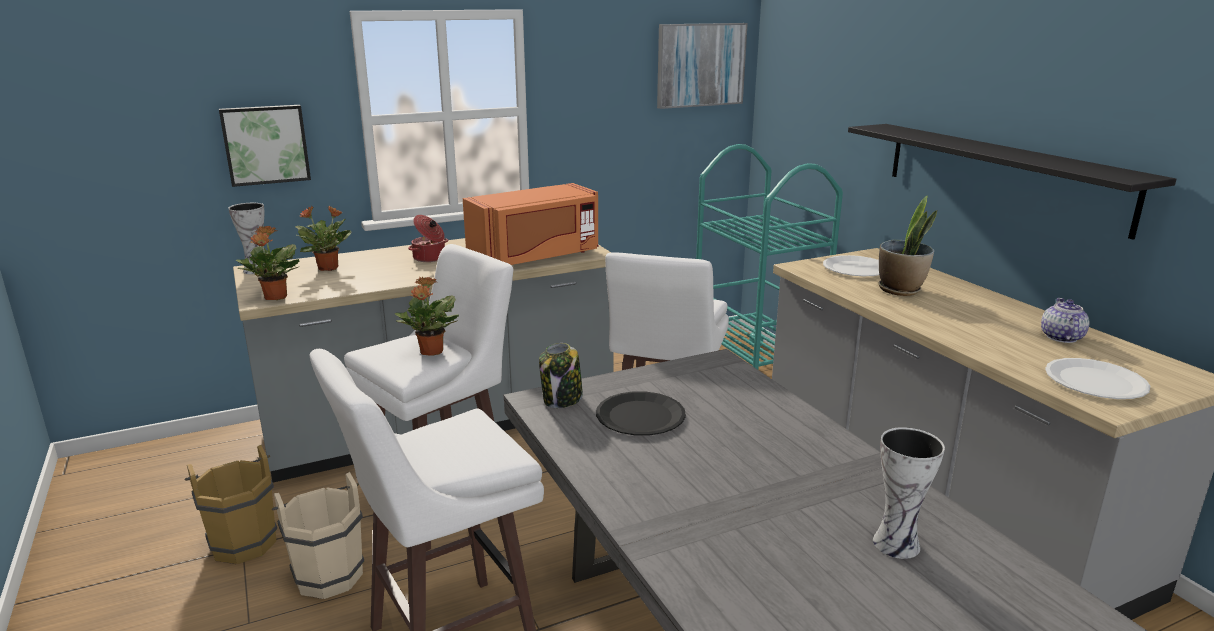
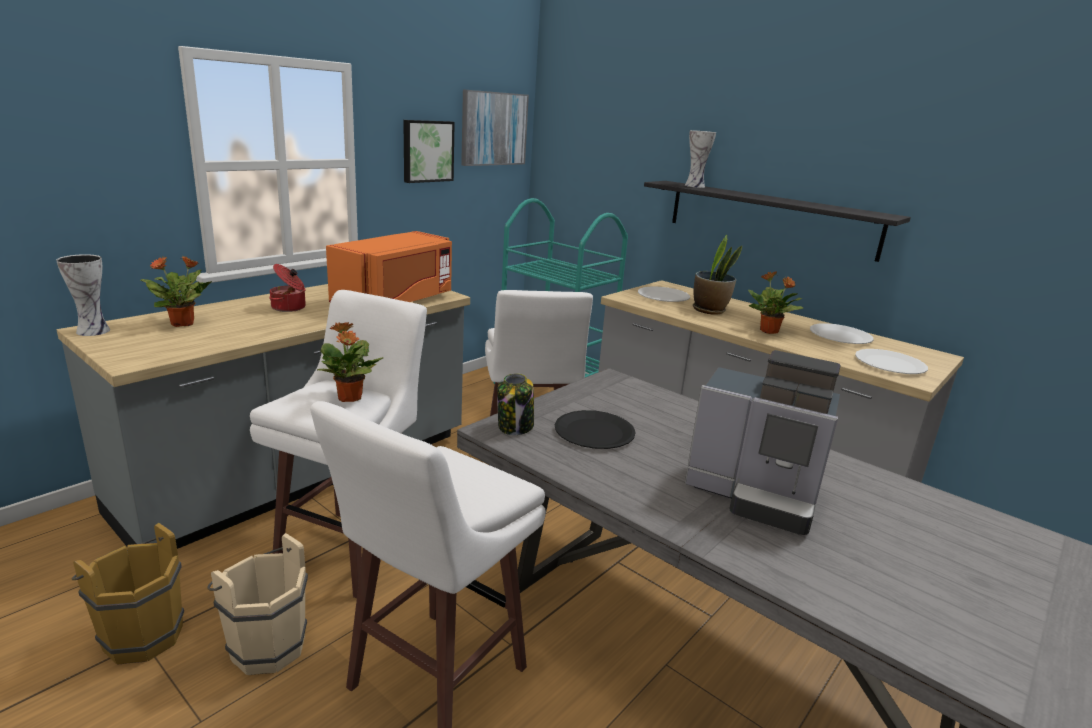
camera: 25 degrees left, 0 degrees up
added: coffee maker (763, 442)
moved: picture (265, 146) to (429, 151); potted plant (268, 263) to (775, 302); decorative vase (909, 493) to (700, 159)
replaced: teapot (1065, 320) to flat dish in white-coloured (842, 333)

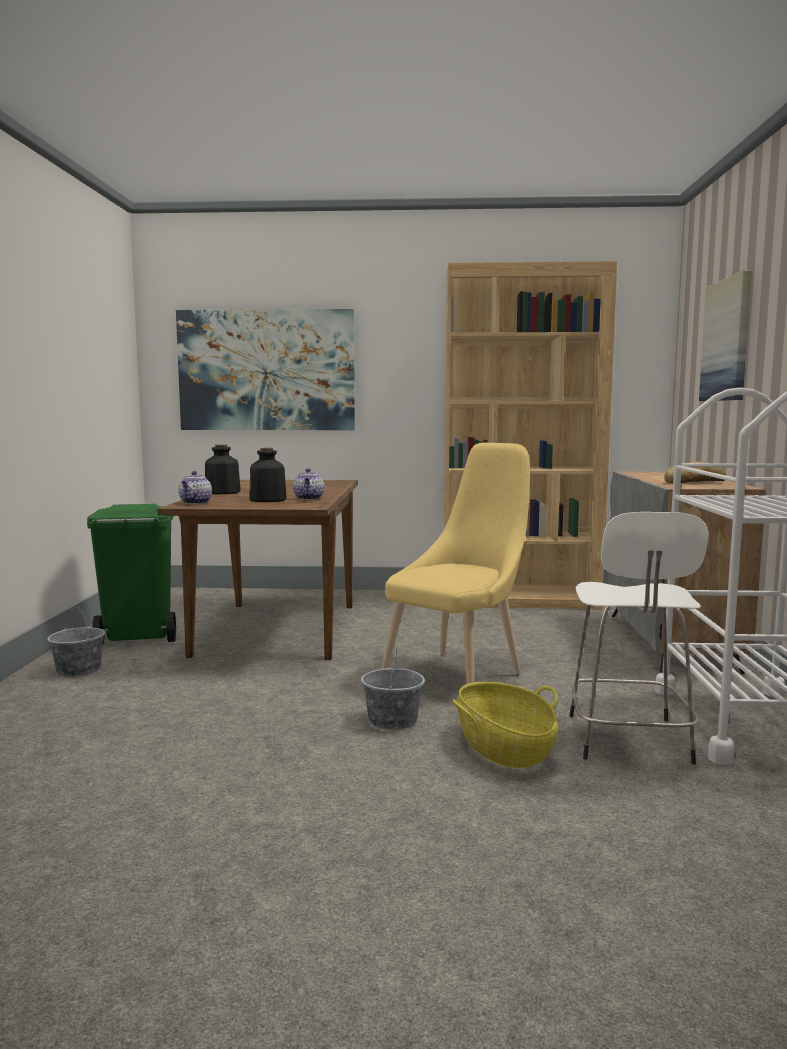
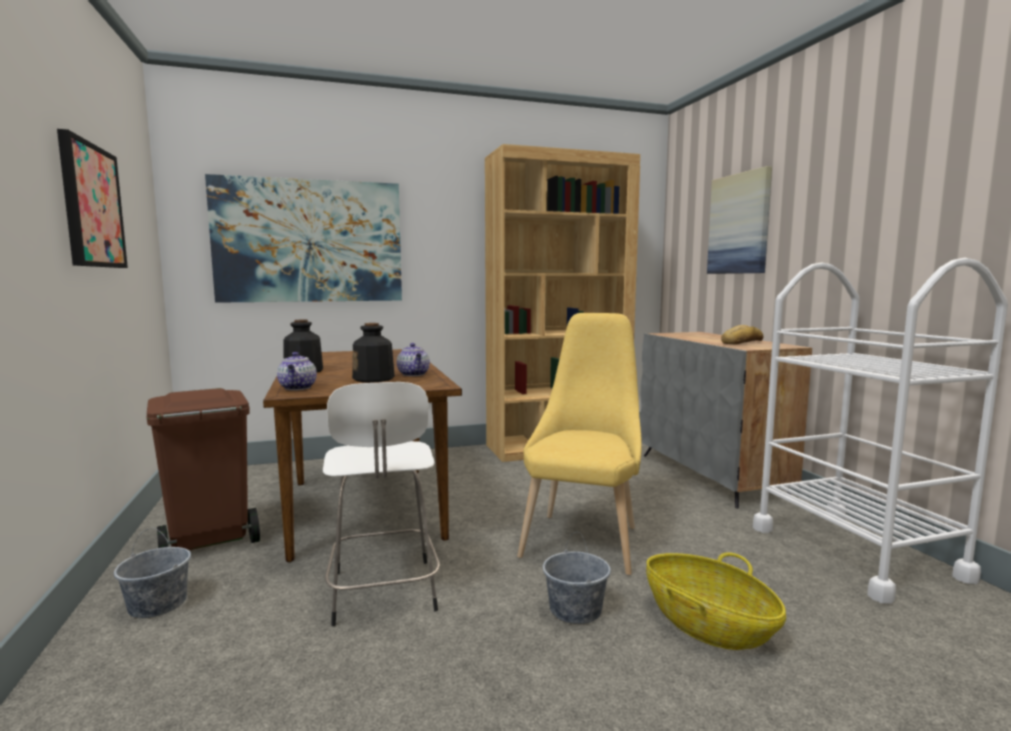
camera: 20 degrees left, 0 degrees up
added: picture (92, 198)
moved: sitting stool in white-coloured (639, 638) to (381, 504)
recoloured: rubbish bin in greenish (131, 575) to rubbish bin in brownish (203, 469)

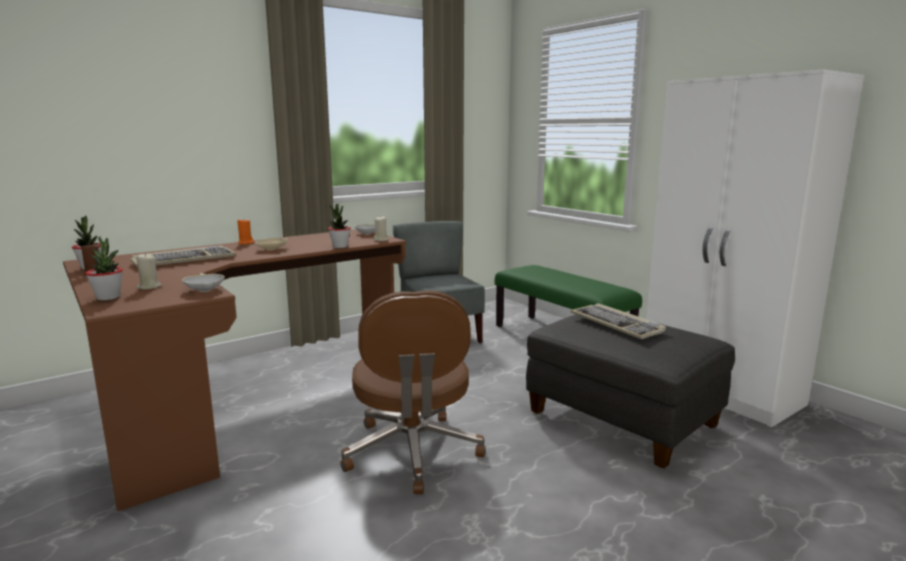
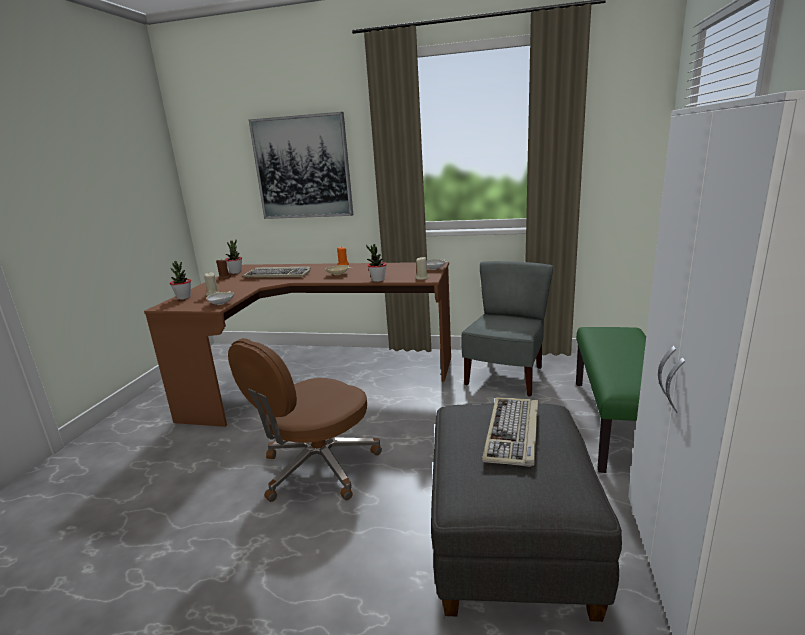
camera: 50 degrees right, 5 degrees up
added: picture (301, 165)

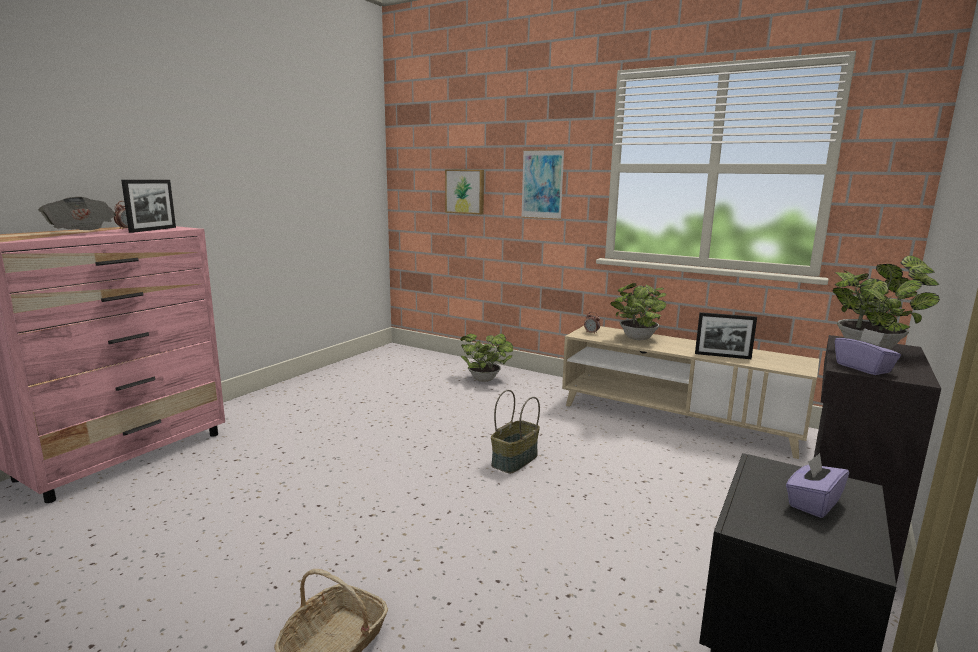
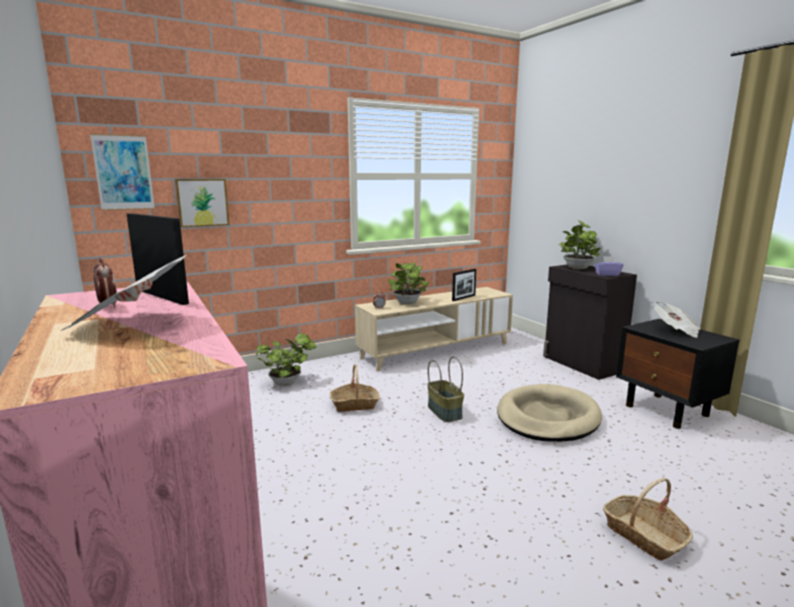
camera: 60 degrees left, 0 degrees up
added: household basket (355, 388); dog cushion in sand-coloured (549, 413)
moved: picture (542, 184) to (122, 172)
replaced: box of tissues in purplish (817, 485) to newspaper (677, 319)

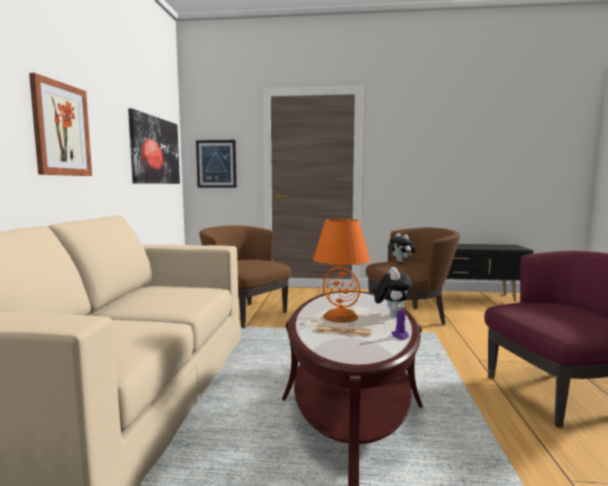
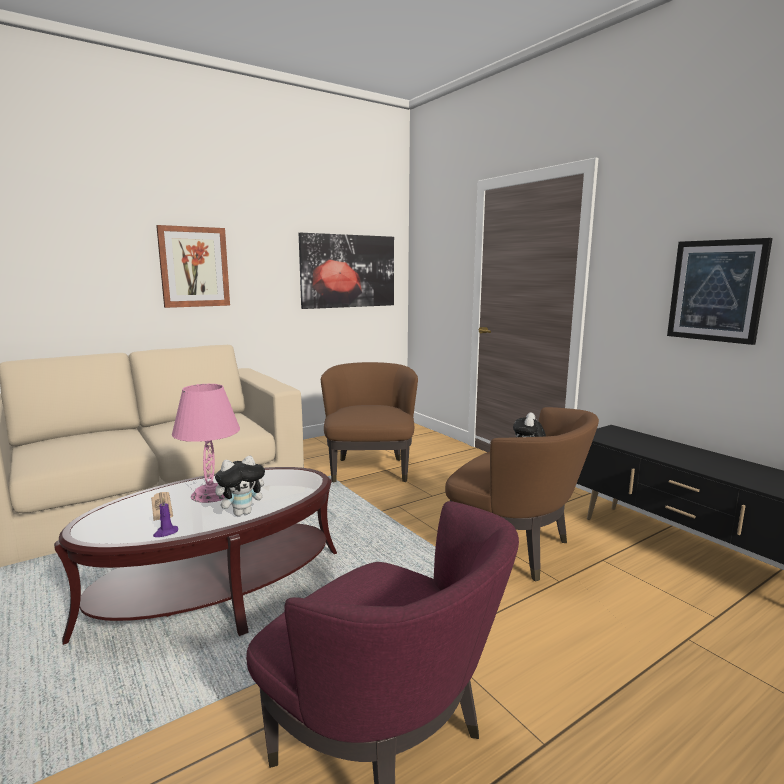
camera: 50 degrees right, 5 degrees up
moved: picture (216, 164) to (720, 291)
recoloured: tabletop lamp in orange (341, 271) to tabletop lamp in pink-coloured (206, 443)

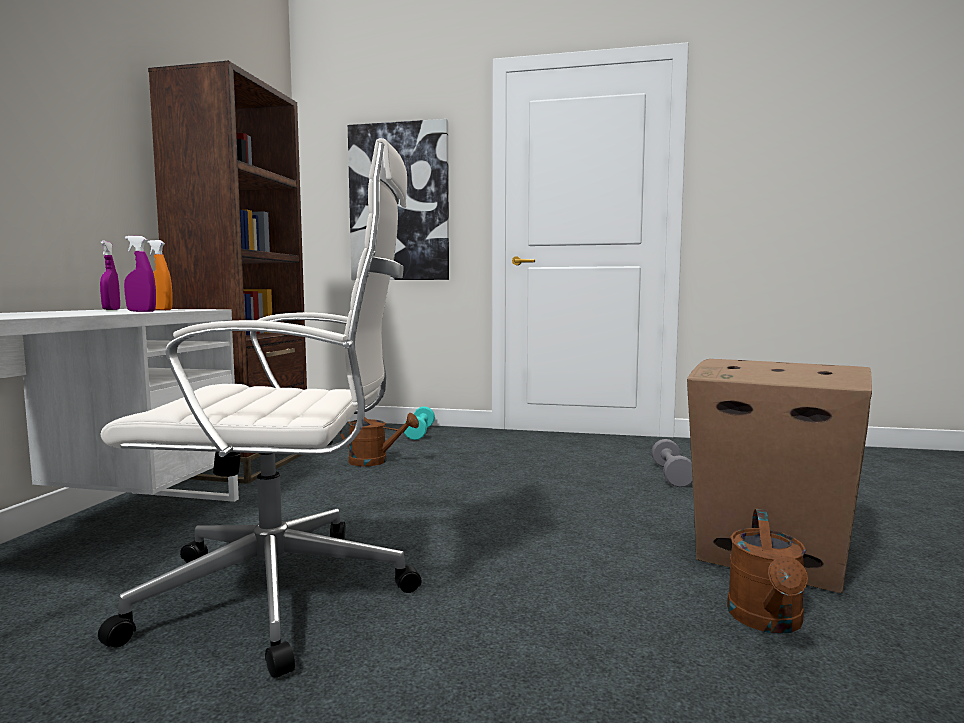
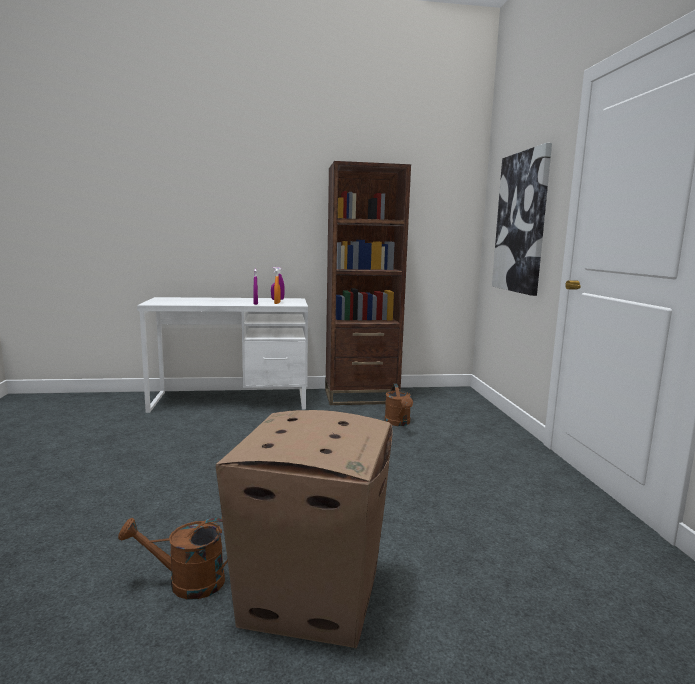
camera: 70 degrees right, 5 degrees up
removed: computer chair in white-coloured (260, 408); dumbbell in turquoise-coloured (419, 423); dumbbell in grey (672, 463)

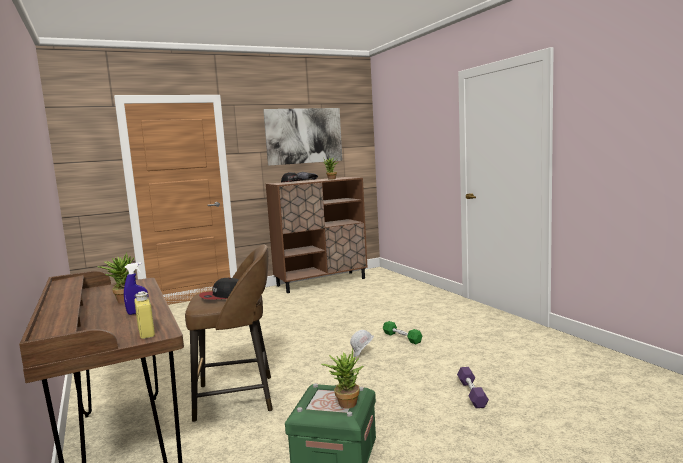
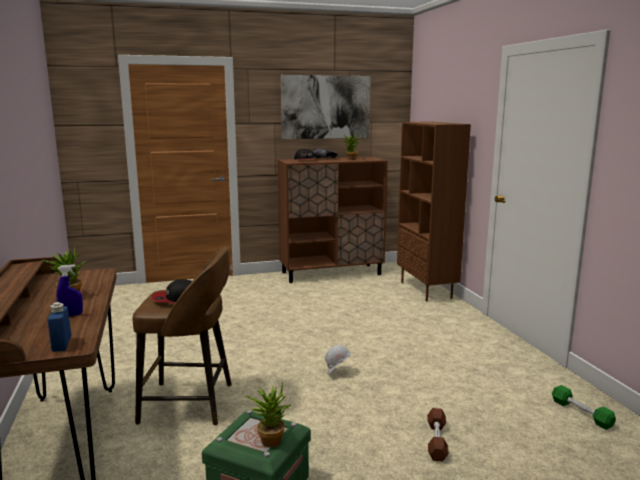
camera: 10 degrees right, 5 degrees up
added: bookshelf in brownish (434, 211)
moved: dumbbell in greenish (402, 332) to (584, 407)
recoloured: beverage bottle in yellow (144, 315) to beverage bottle in blue-coloured (59, 327); dumbbell in purplish (473, 387) to dumbbell in brownish (438, 435)

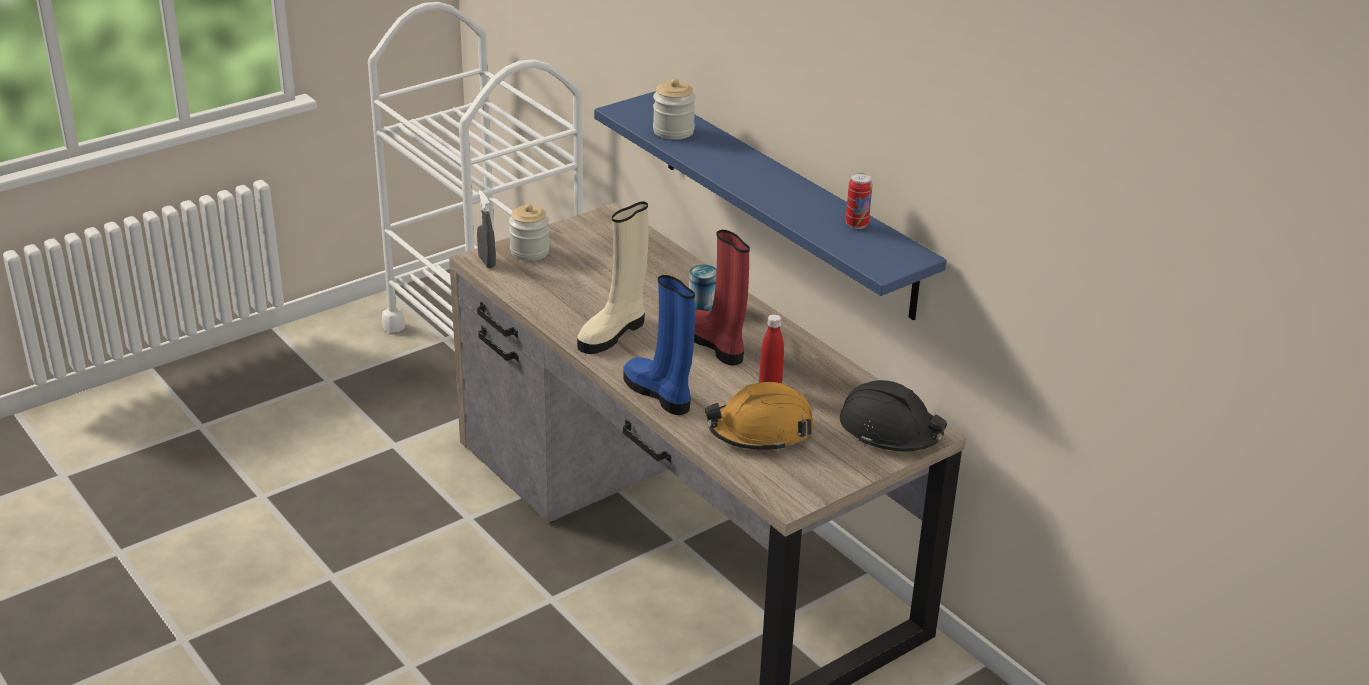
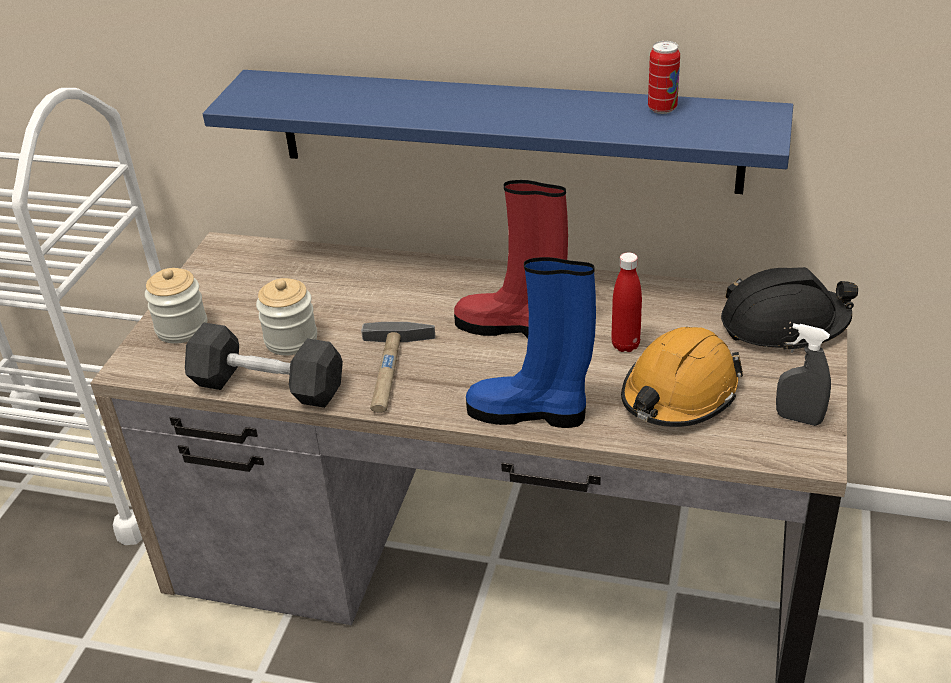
camera: 35 degrees left, 5 degrees up
removed: sealed can (703, 288)
added: dumbbell in black (264, 365)
moved: sprayer in grey (486, 229) to (803, 374); jar (674, 109) to (286, 317)
replaced: boot in sand-coloured (612, 277) to hammer (398, 367)

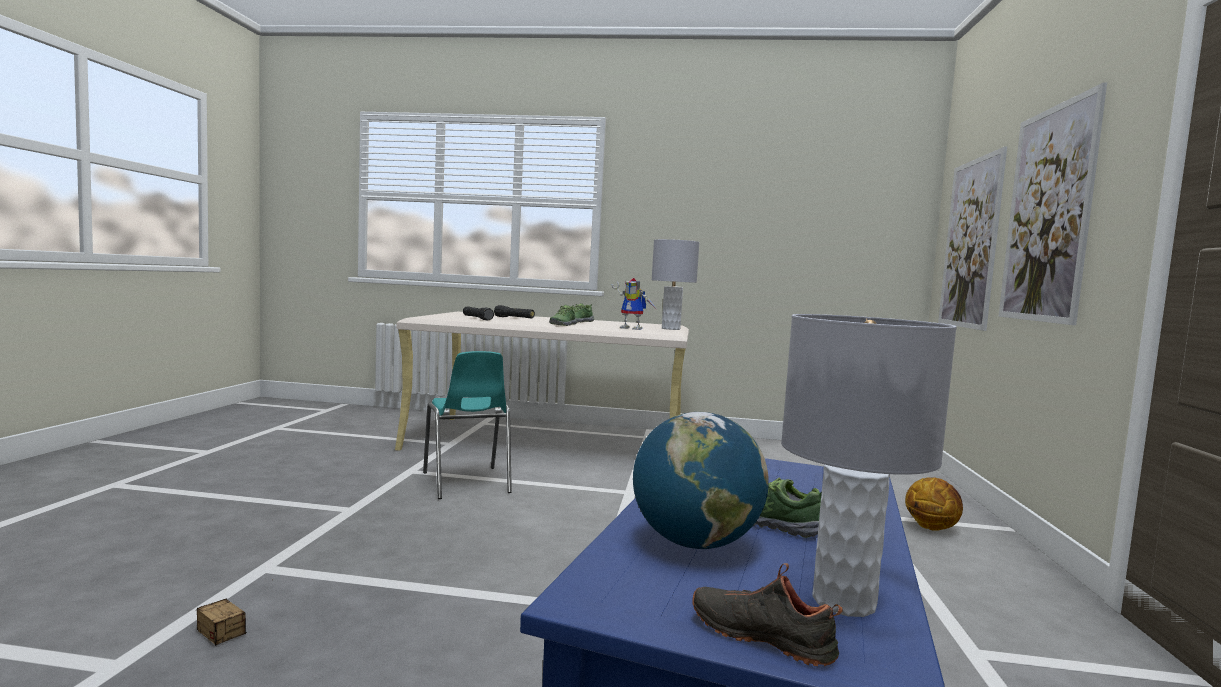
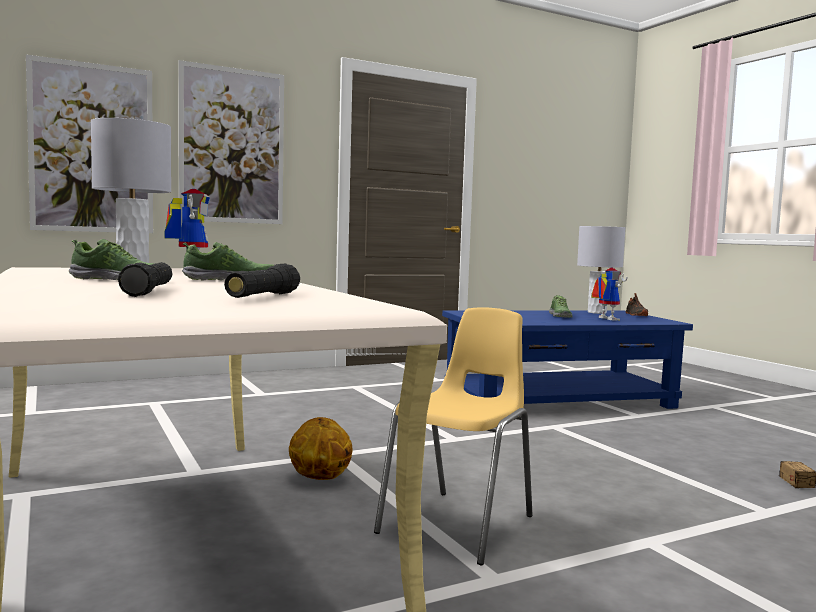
camera: 125 degrees left, 0 degrees up
moved: basketball ball (934, 504) to (321, 448)
replaced: world globe (701, 480) to model robot (609, 294)
recoloured: upright chair in turquoise-coloured (467, 425) to upright chair in yellow (453, 436)

